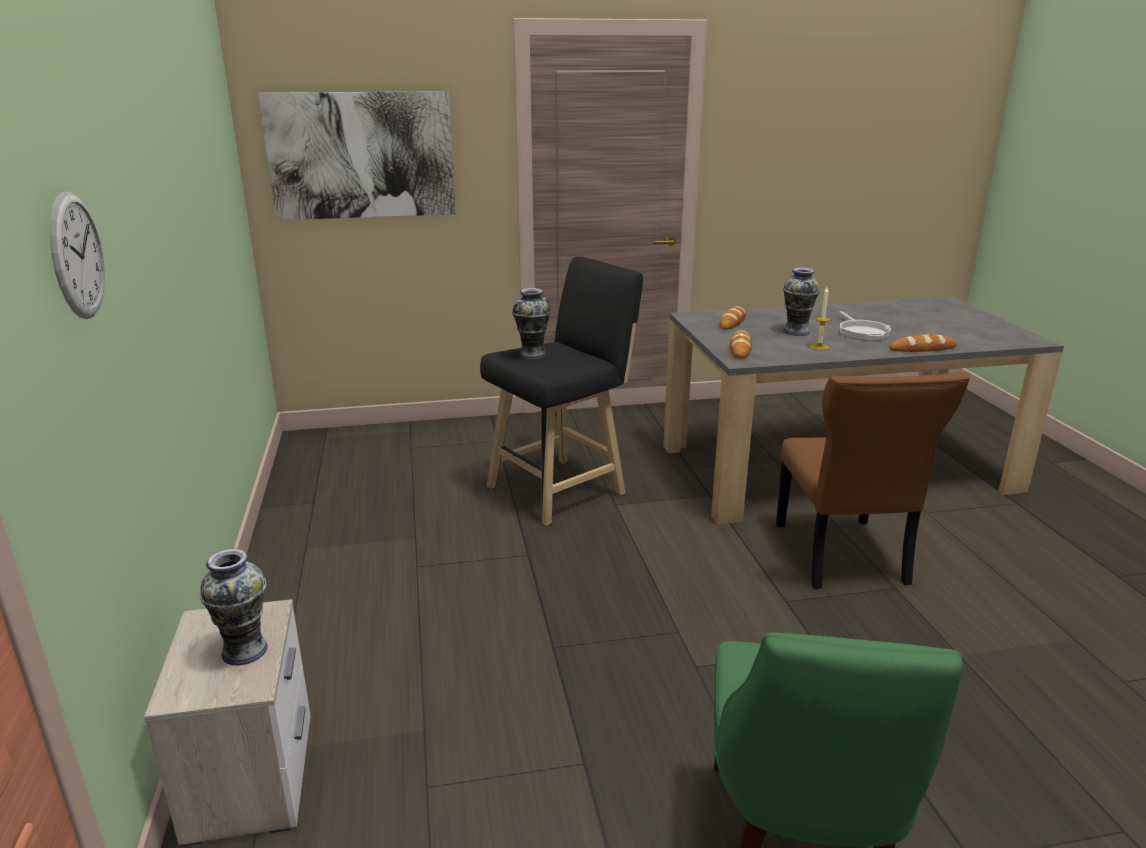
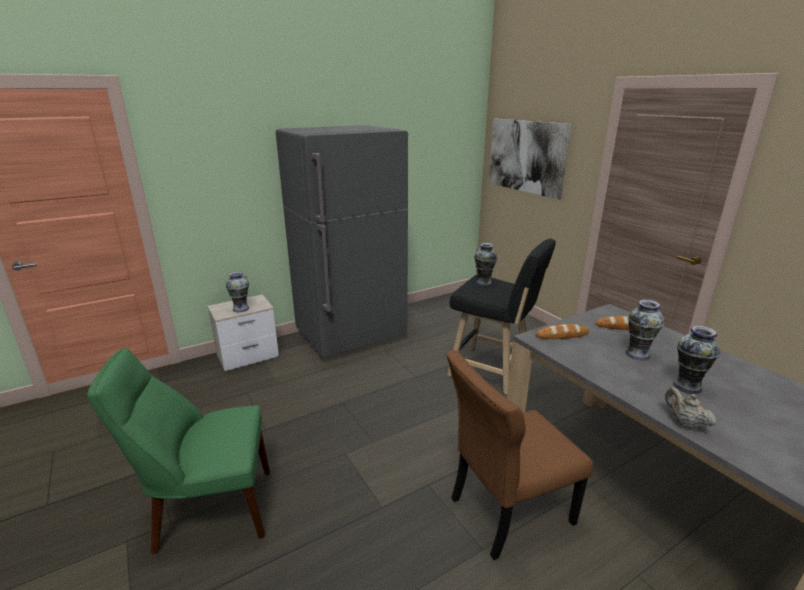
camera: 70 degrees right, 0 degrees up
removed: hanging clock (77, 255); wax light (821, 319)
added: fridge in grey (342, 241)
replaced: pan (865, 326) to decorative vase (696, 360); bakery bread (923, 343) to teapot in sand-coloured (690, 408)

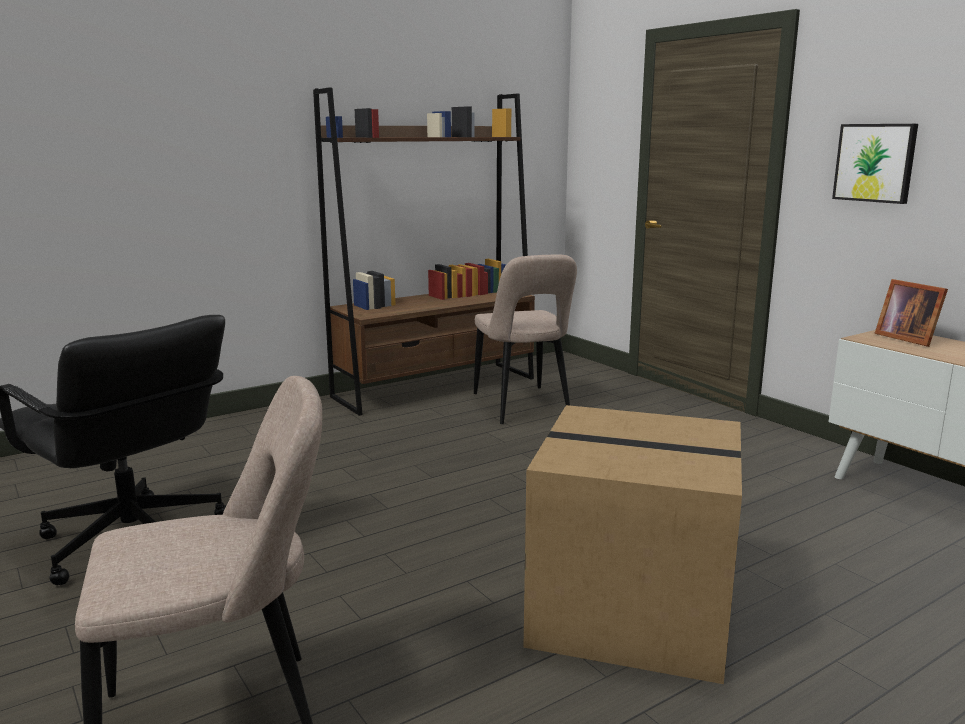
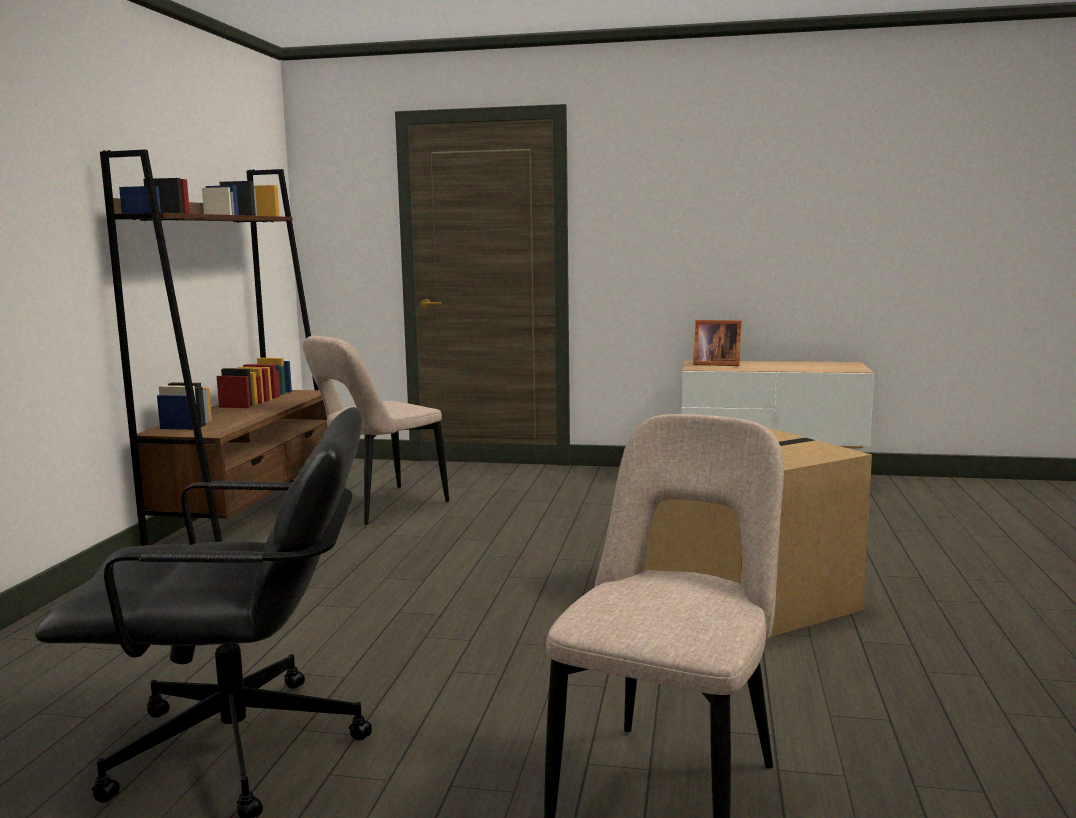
camera: 45 degrees left, 5 degrees down
removed: picture (875, 164)
turned: upright chair in sand-coloured (525, 339) = (376, 430) 105 degrees clockwise

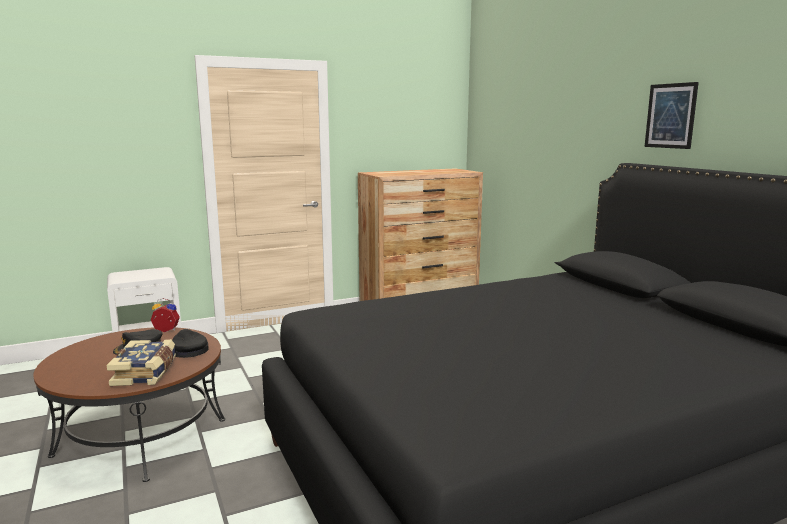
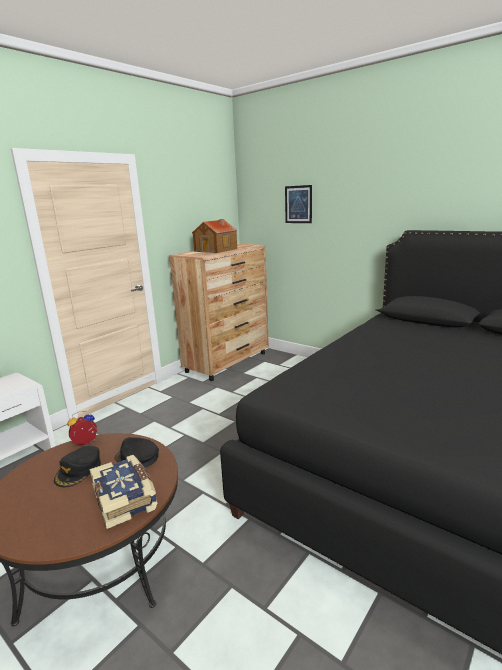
camera: 25 degrees left, 5 degrees up
added: toy house (214, 236)
moved: picture (672, 115) to (298, 204)

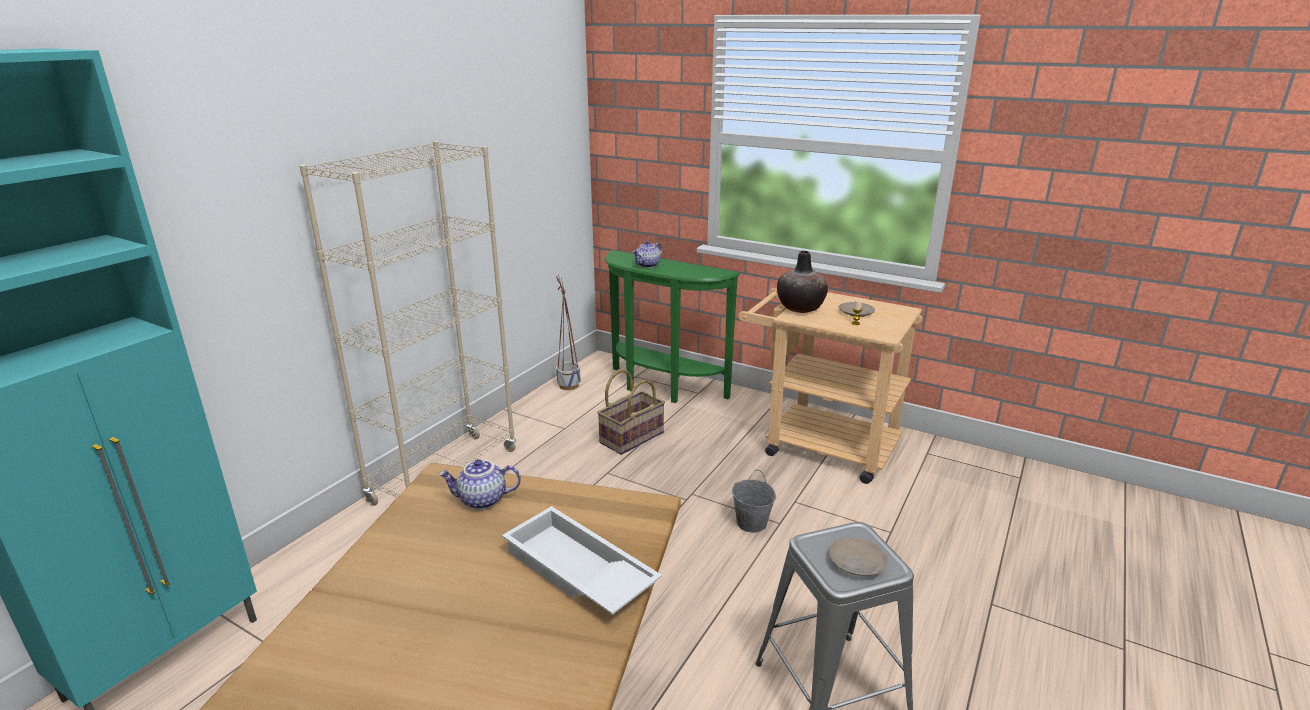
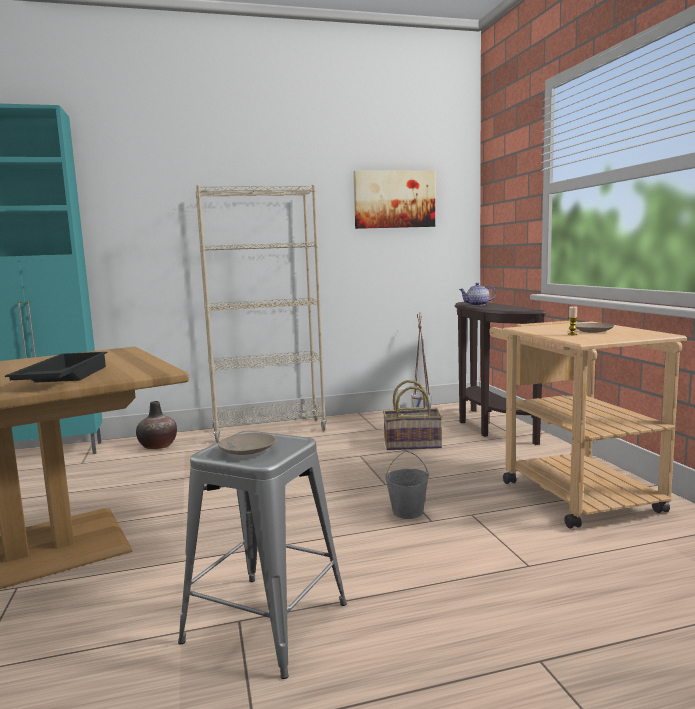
camera: 45 degrees right, 15 degrees down
removed: teapot (479, 484)
added: picture (394, 200)
moved: decorative vase (802, 282) to (156, 425)
recoloured: serving tray in white-coloured (582, 560) to serving tray in black (56, 367); hall table in greenish (672, 326) to hall table in brownish (500, 373)

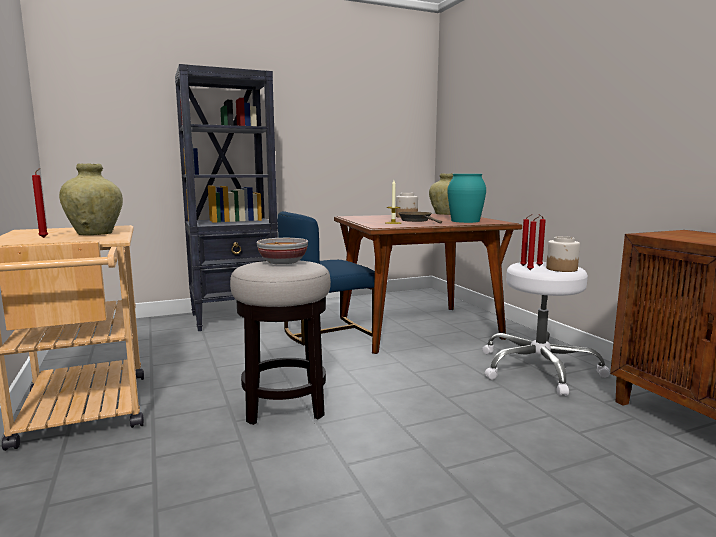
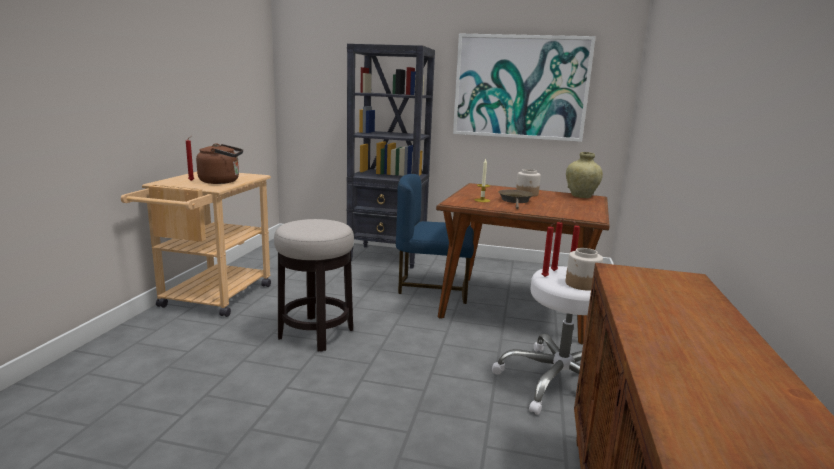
camera: 35 degrees right, 5 degrees up
removed: deep dish (282, 251); decorative vase in turquoise-coloured (466, 198)
added: picture (524, 87)
replaced: decorative vase in sand-coloured (91, 199) to water kettle in brownish (219, 163)

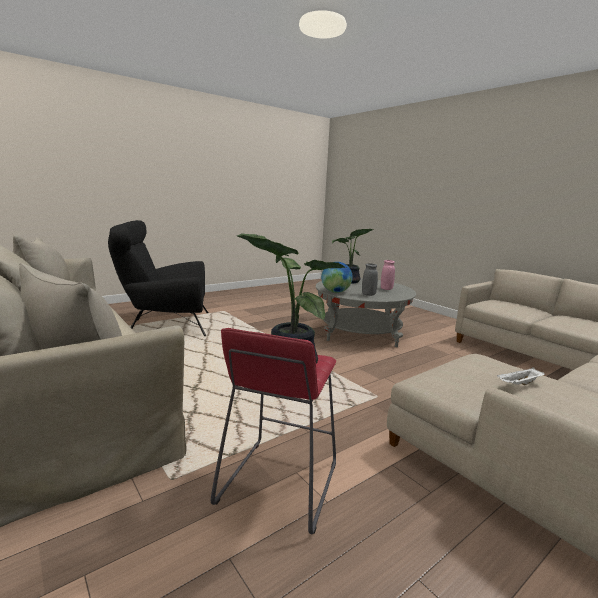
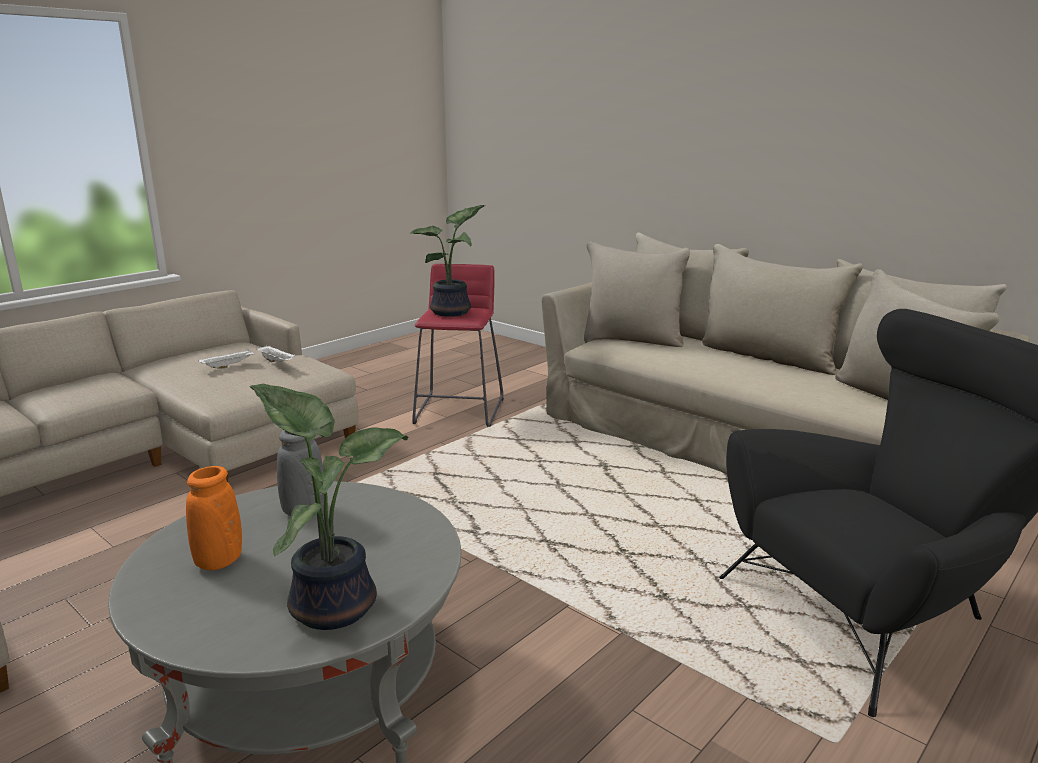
camera: 170 degrees right, 5 degrees up
removed: world globe (337, 277)
added: serving tray in white-coloured (276, 353)
recoloured: decorative vase in pink-coloured (388, 275) to decorative vase in orange (214, 518)

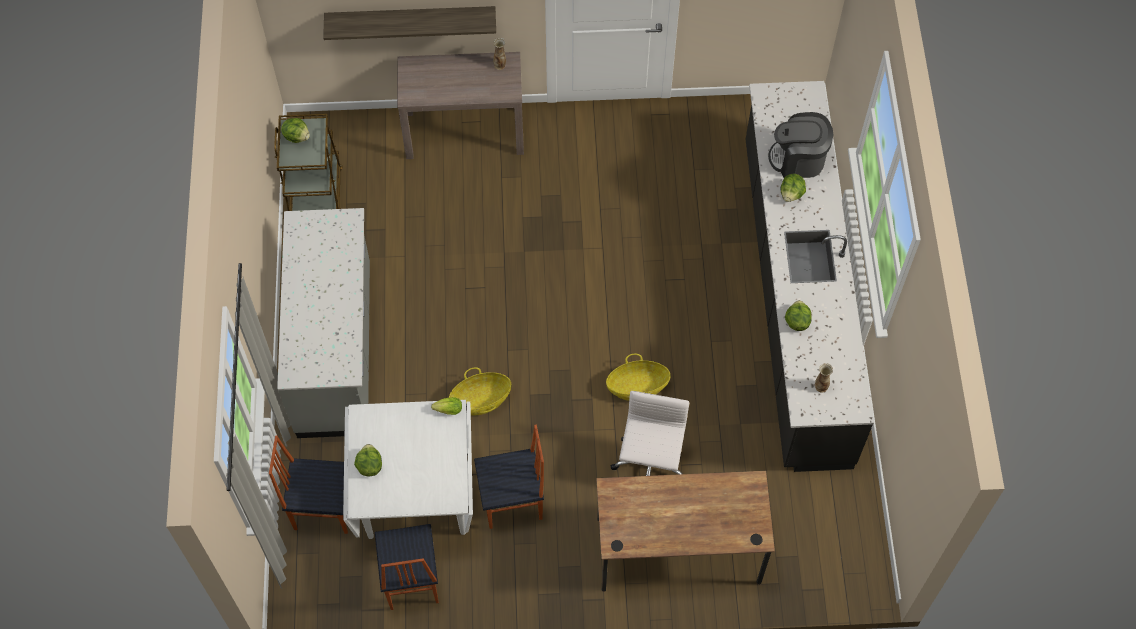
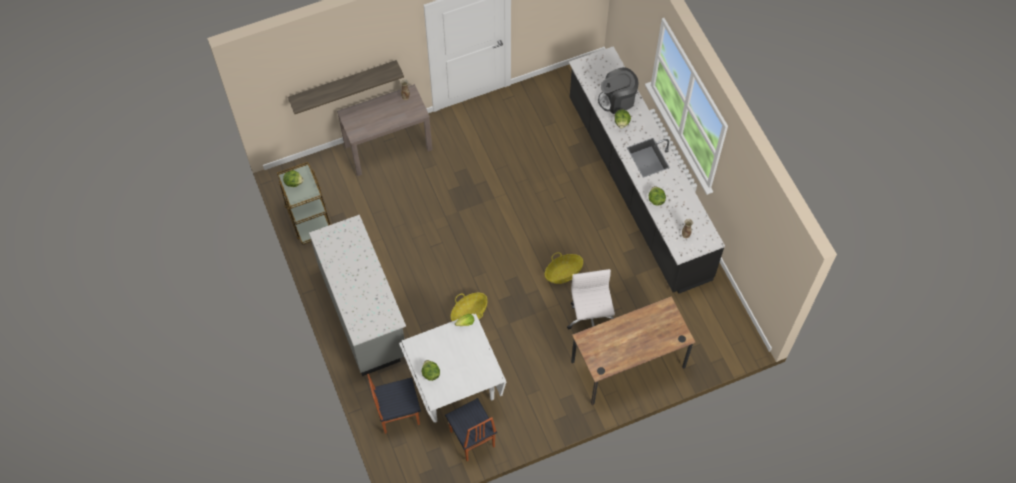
camera: 20 degrees left, 0 degrees up
removed: upright chair (509, 477)

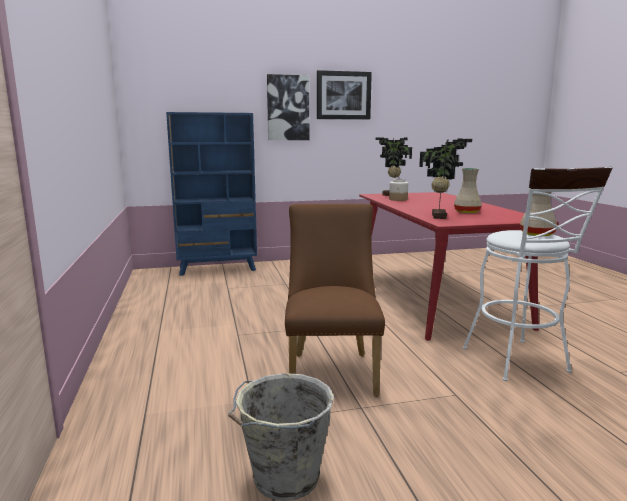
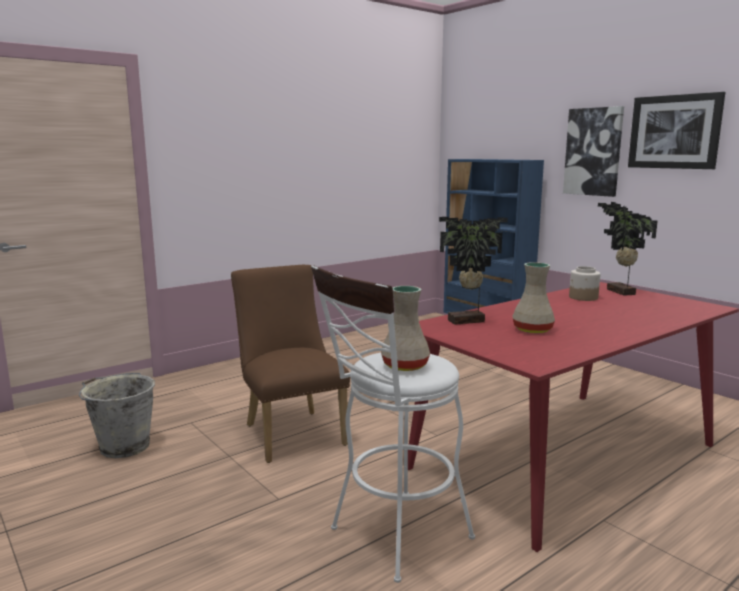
camera: 65 degrees right, 0 degrees up
turned: upright chair in brownish (335, 300) = (290, 364) 90 degrees counterclockwise

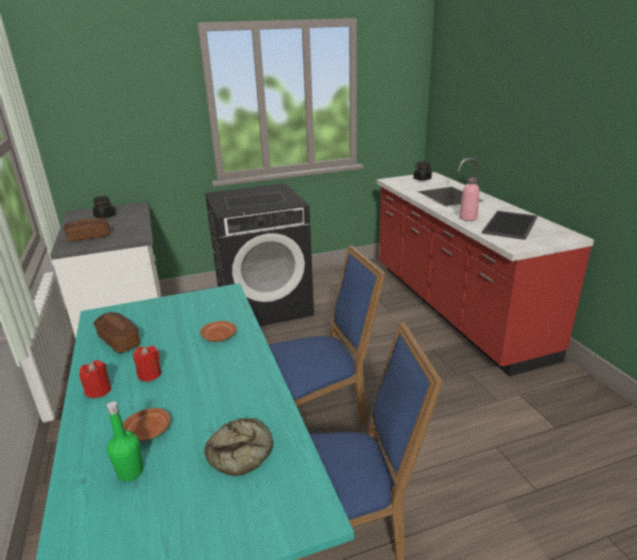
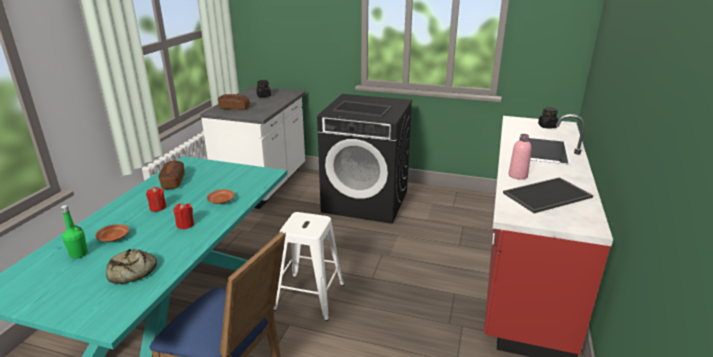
camera: 35 degrees right, 0 degrees up
moved: wax light in red (95, 379) to (183, 216)
replaced: upright chair in blue-coloured (327, 335) to sitting stool in white-coloured (309, 266)

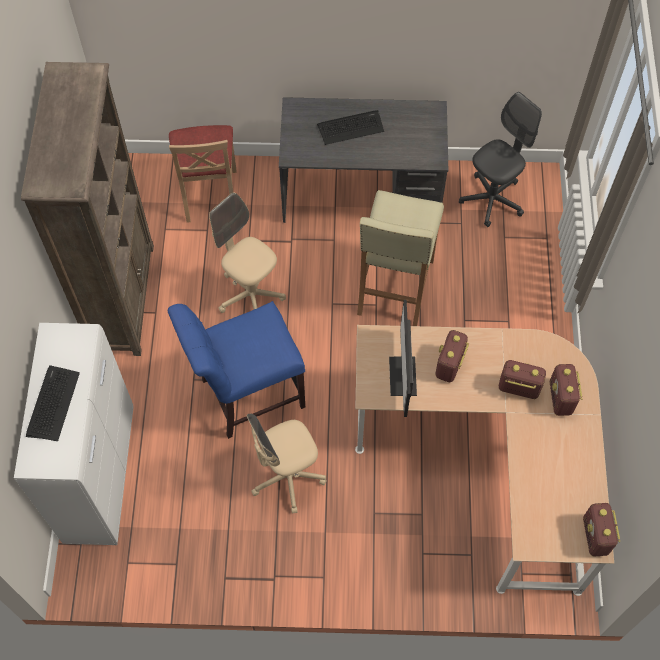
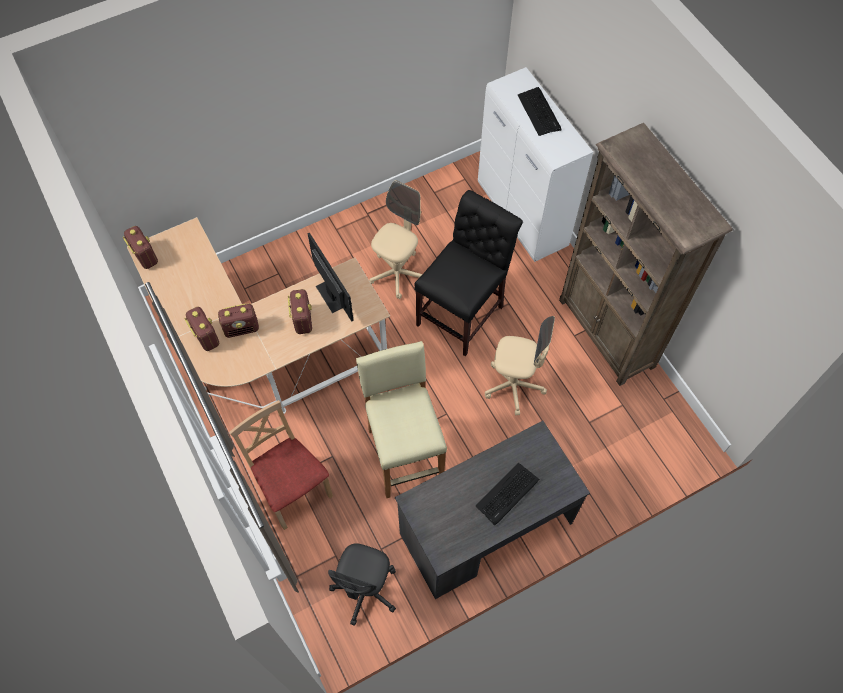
camera: 150 degrees right, 0 degrees up
moved: upright chair in sand-coloured (203, 174) to (281, 465)
recoloured: upright chair in blue-coloured (236, 370) to upright chair in black (468, 273)

